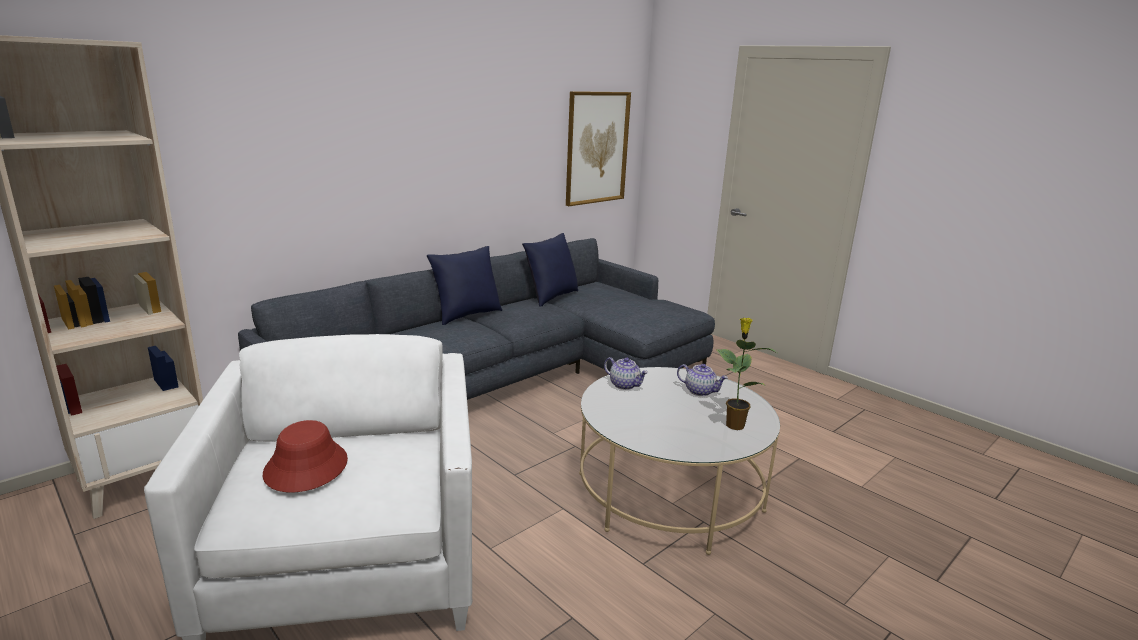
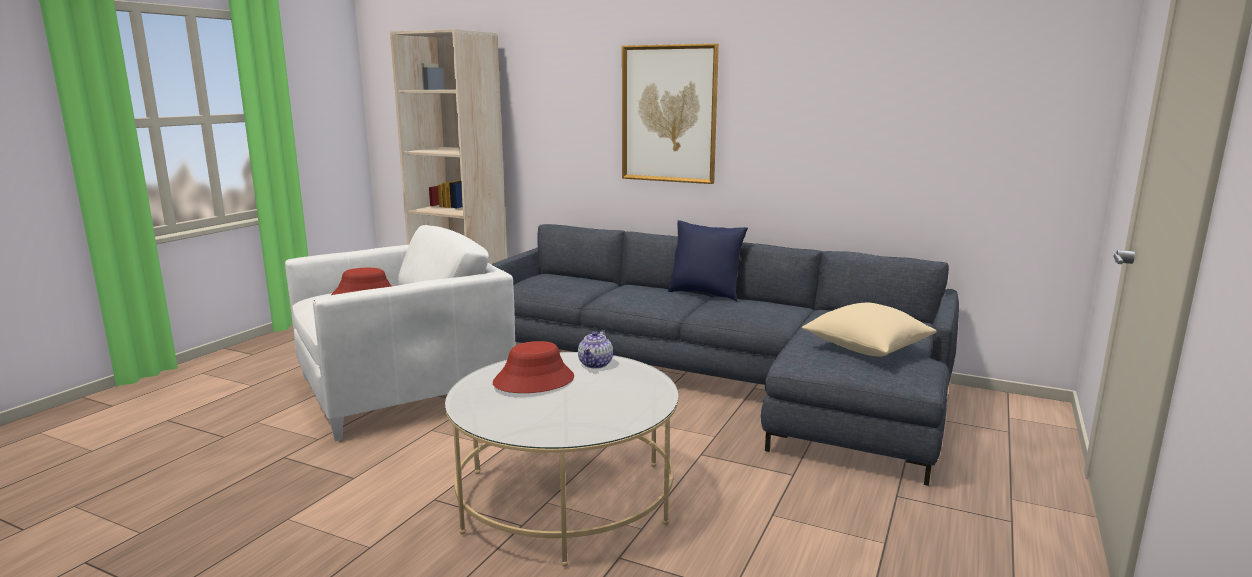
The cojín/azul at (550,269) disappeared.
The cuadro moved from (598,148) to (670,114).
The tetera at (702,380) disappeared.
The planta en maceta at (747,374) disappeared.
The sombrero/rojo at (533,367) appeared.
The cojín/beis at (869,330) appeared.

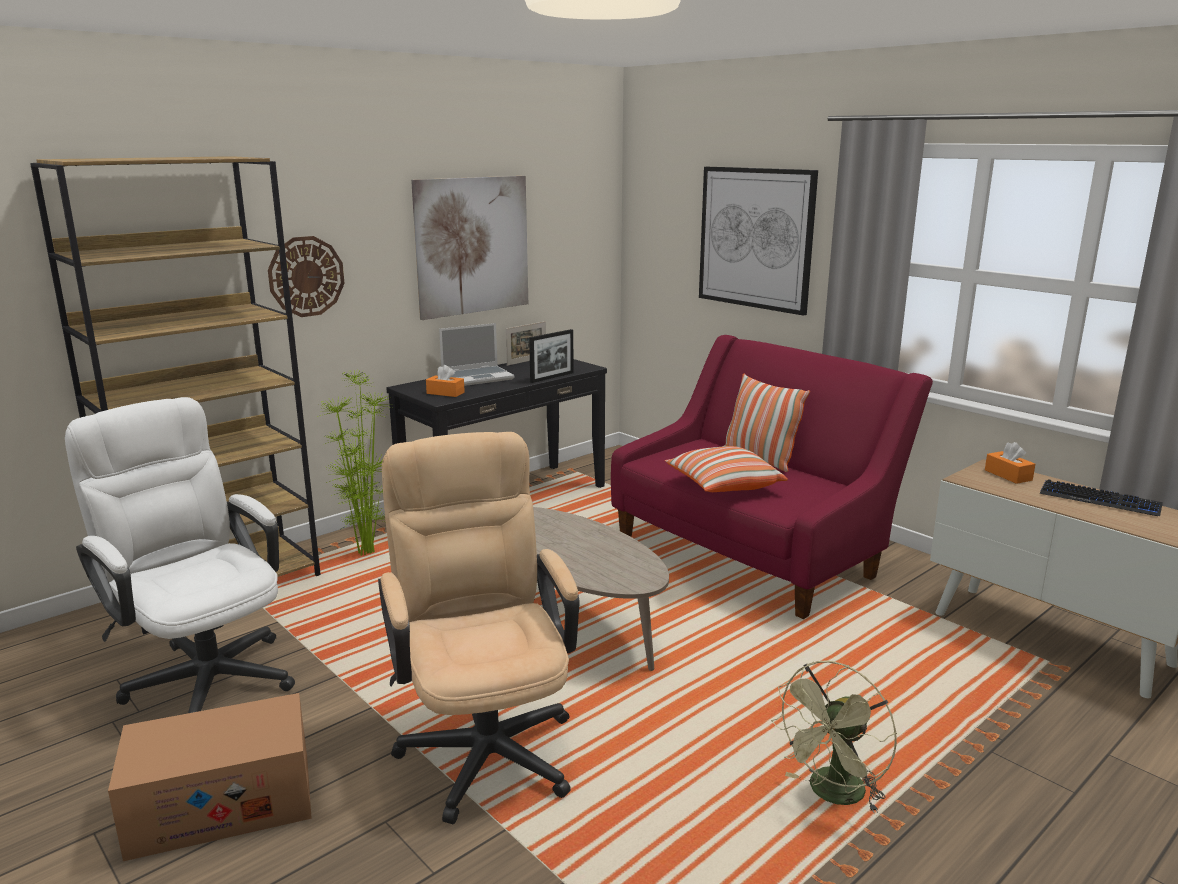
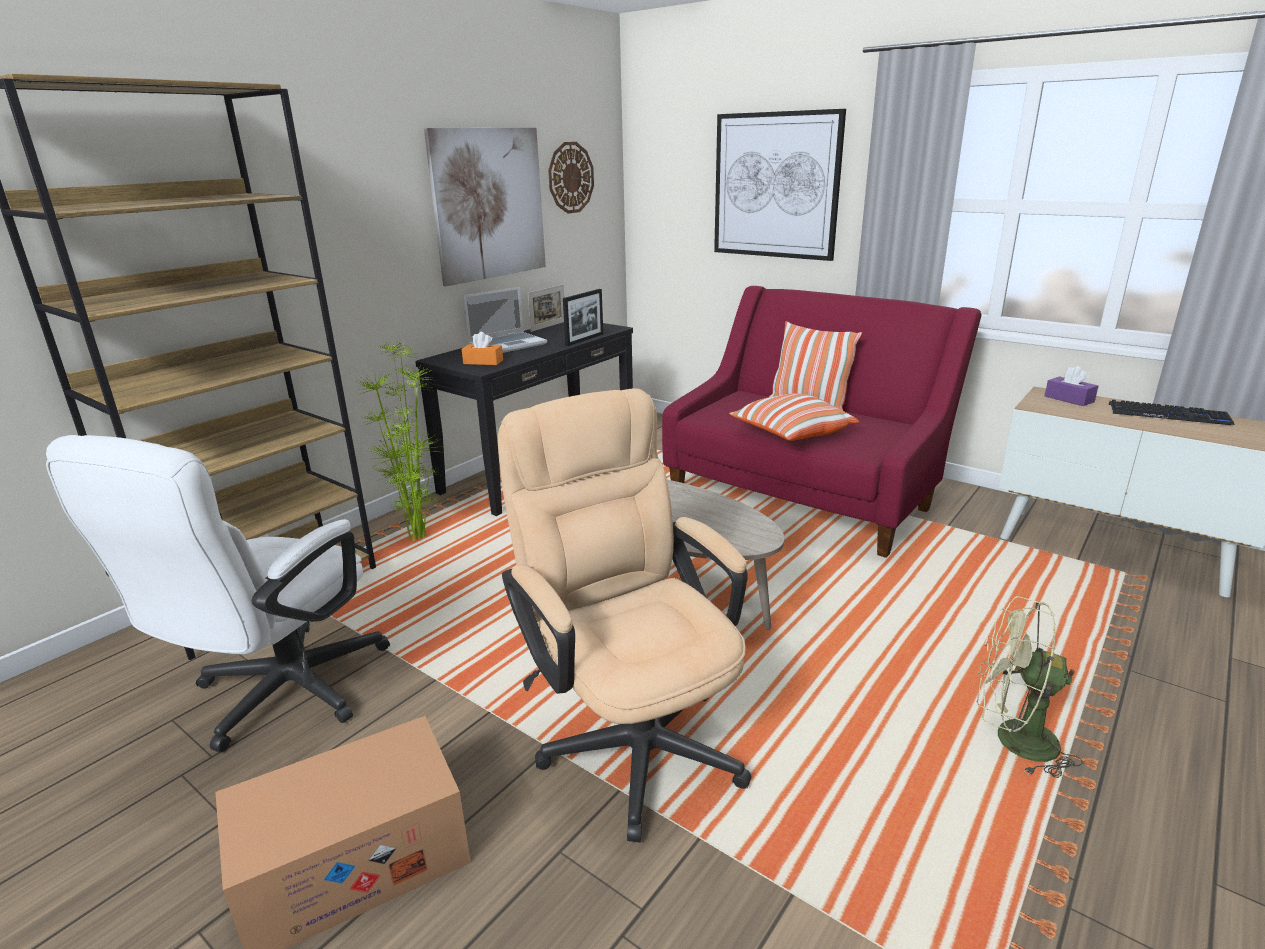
The silla de oficina/blanco at (180,555) turned 105 degrees counterclockwise.
The reloj de pared moved from (306,276) to (571,178).
The ventilador/verde at (834,737) turned 75 degrees clockwise.
The caja de pañuelos/naranja at (1010,463) became the caja de pañuelos/morado at (1071,386).

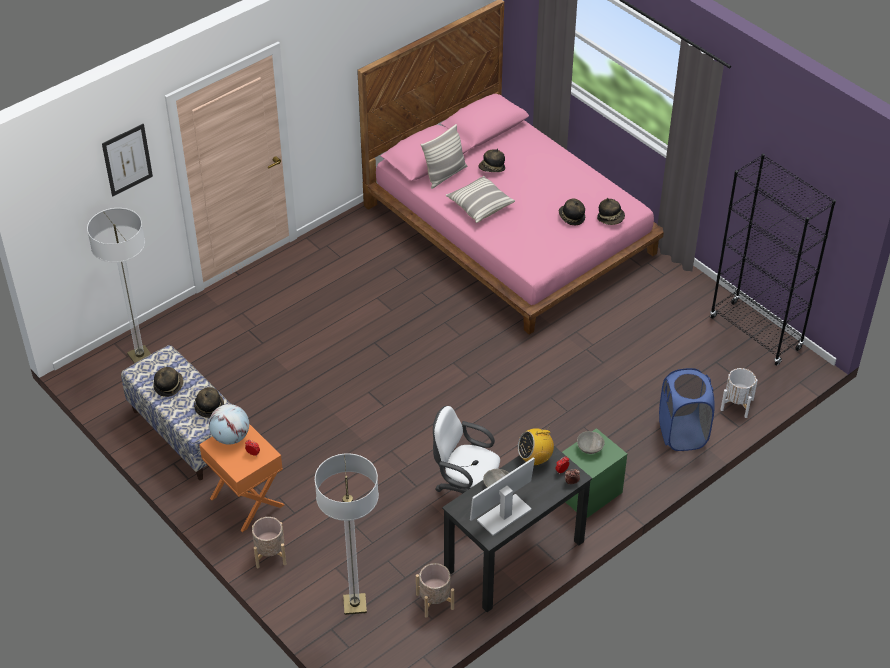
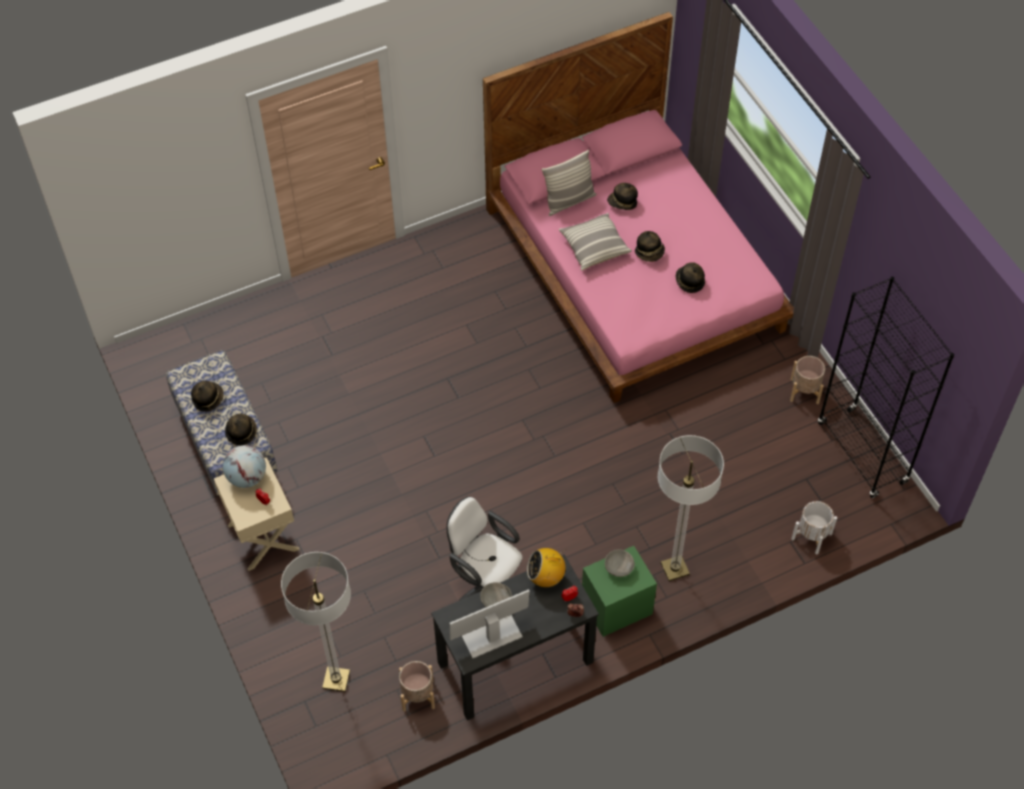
The lámpara de pie moved from (119,286) to (691,508).
The cuadro at (127,160) disappeared.
The mesita de noche/naranja at (241,478) became the mesita de noche/beis at (257,514).
The maceta/beis moved from (269,542) to (807,380).
The sombrero moved from (611,211) to (650,246).
The cesto de la ropa/azul at (686,409) disappeared.

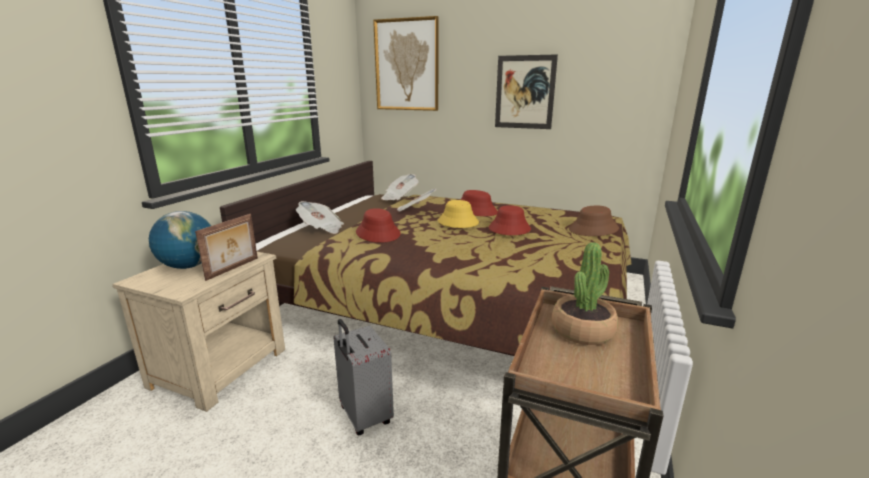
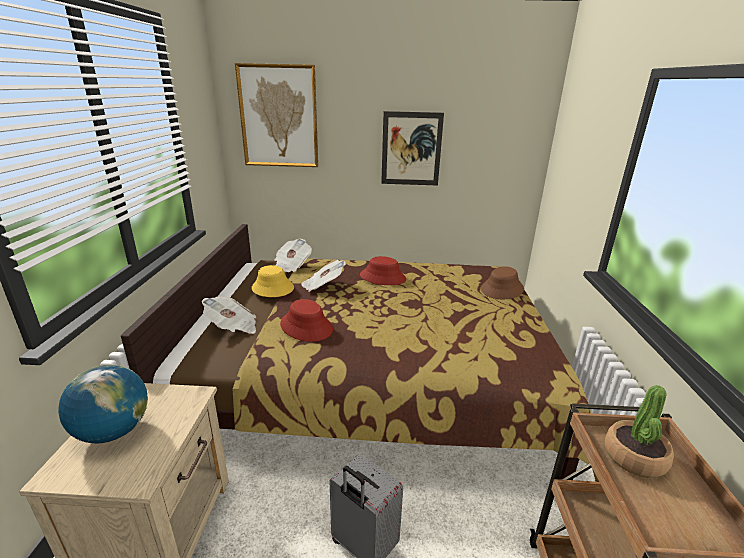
The portarretratos at (226,247) disappeared.
The sombrero/amarillo moved from (458,214) to (272,281).
The sombrero/rojo at (510,220) disappeared.

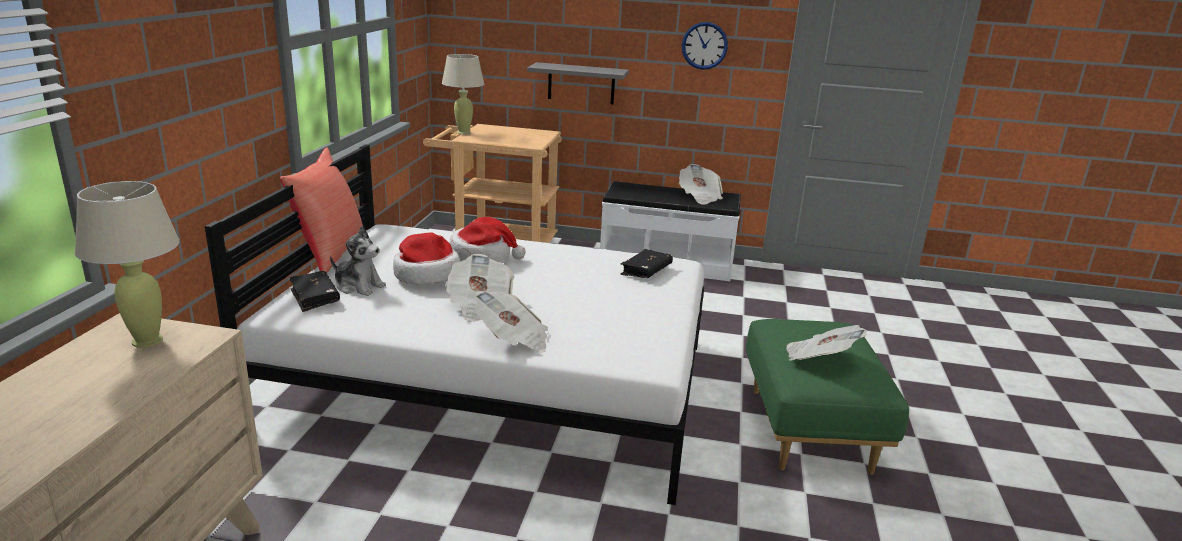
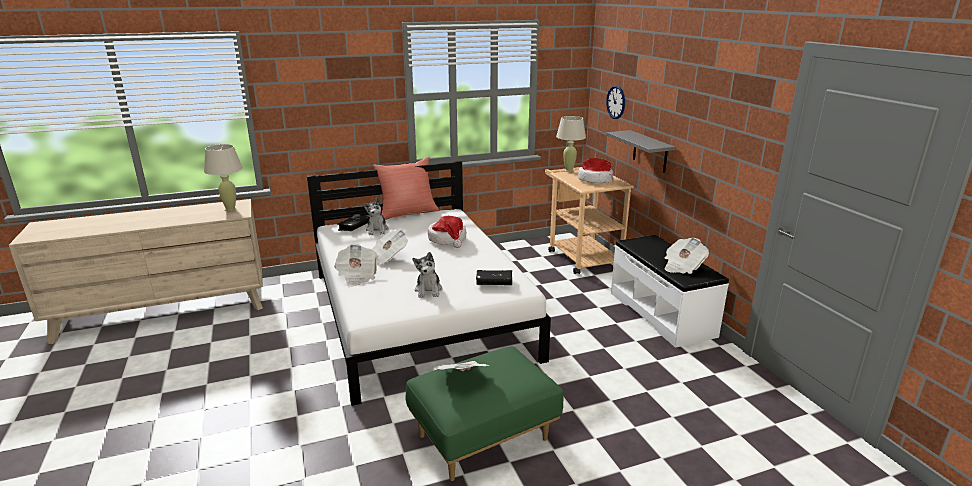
The sombrero moved from (426,258) to (595,170).
The reloj de pared moved from (705,46) to (615,102).
The peluche at (428,275) appeared.

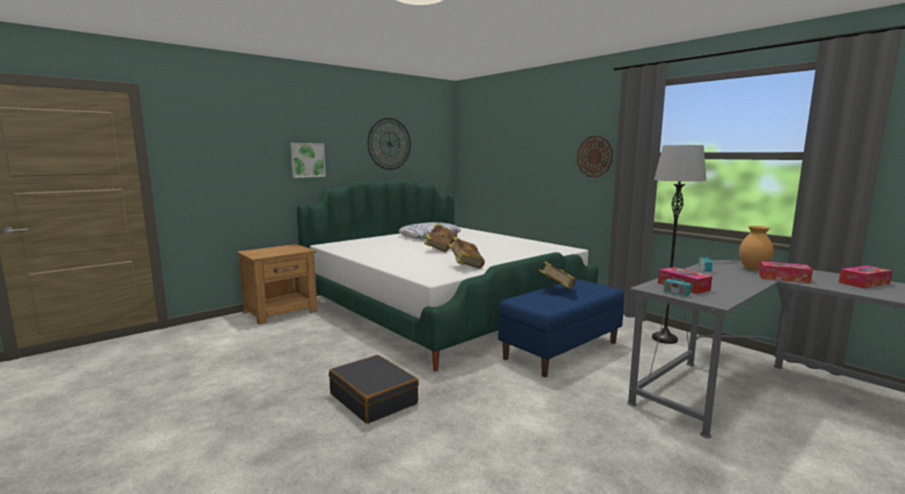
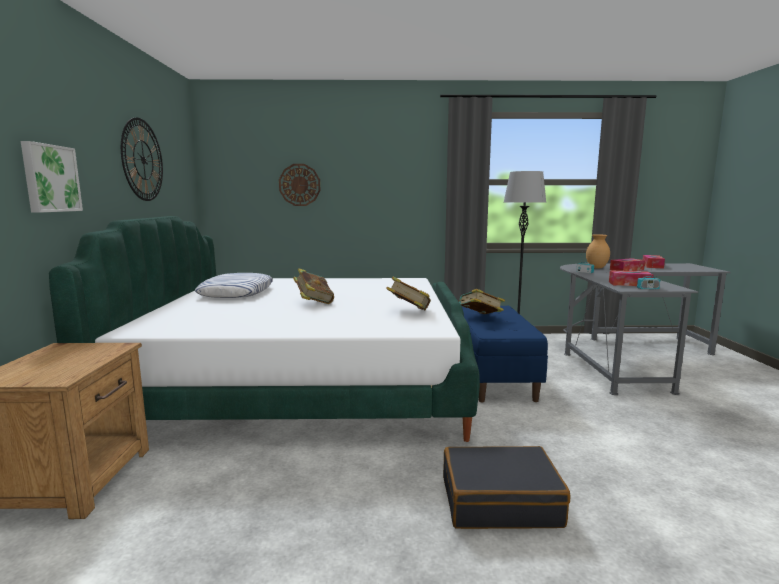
The reloj de pared moved from (595,156) to (299,185).

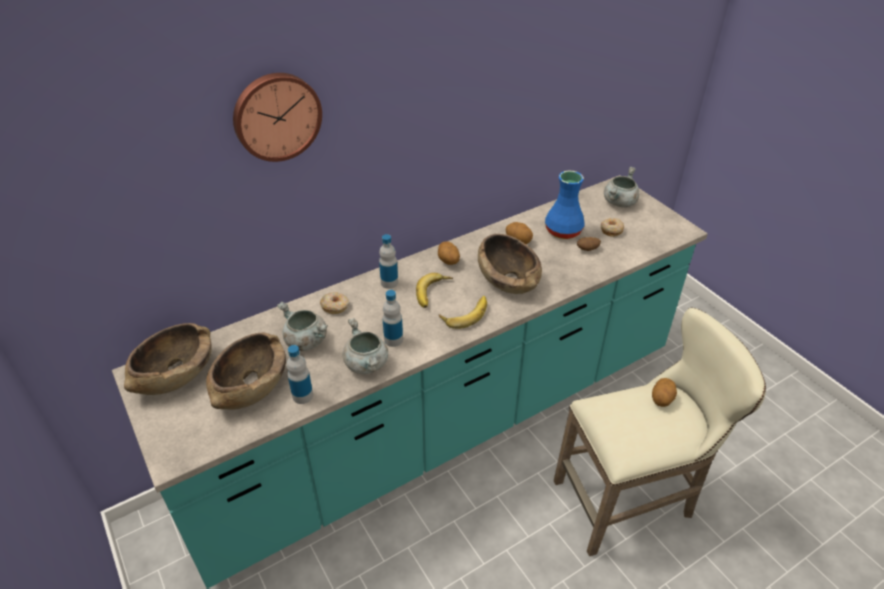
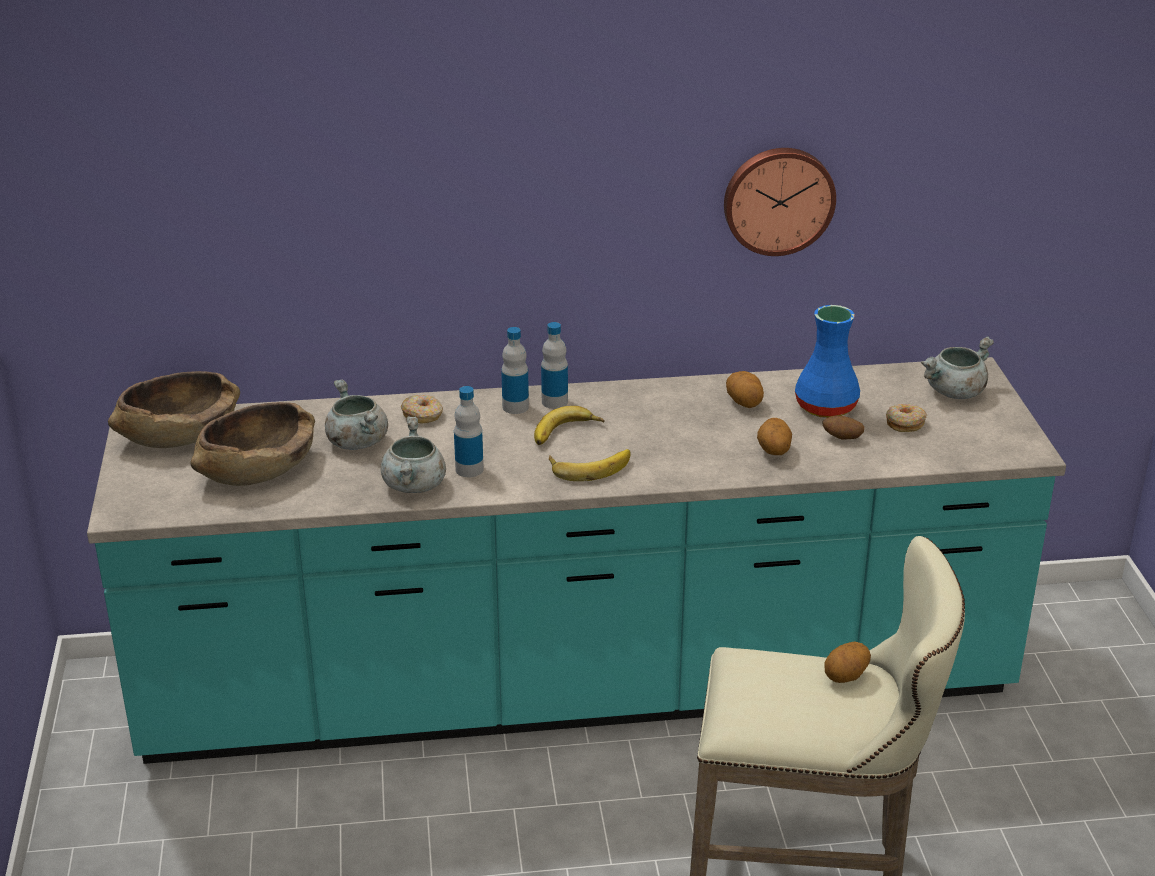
The reloj de pared moved from (277,117) to (780,202).
The botella moved from (300,374) to (554,365).
The patata moved from (449,253) to (774,436).
The cuenco/marrón at (510,264) disappeared.

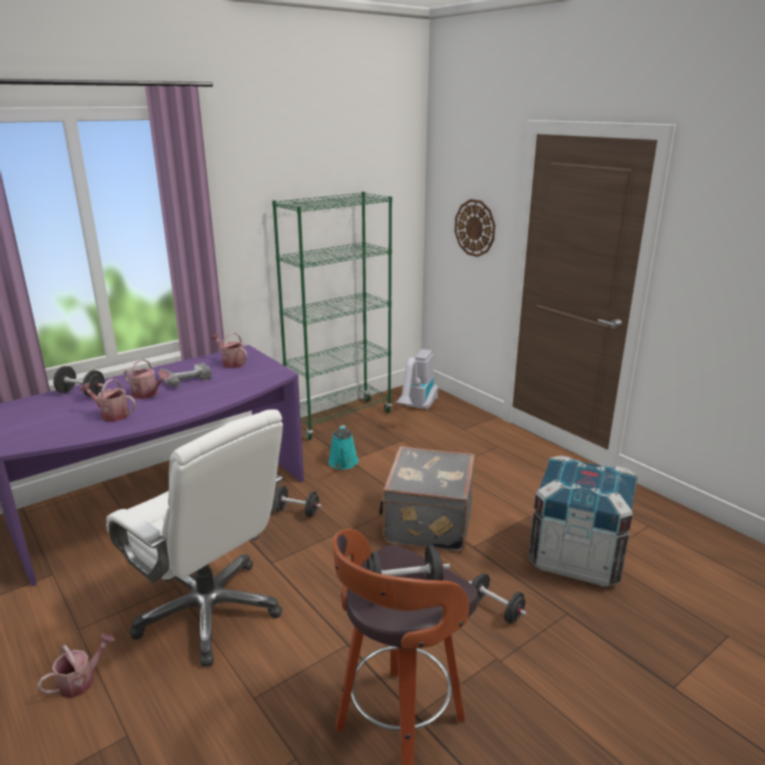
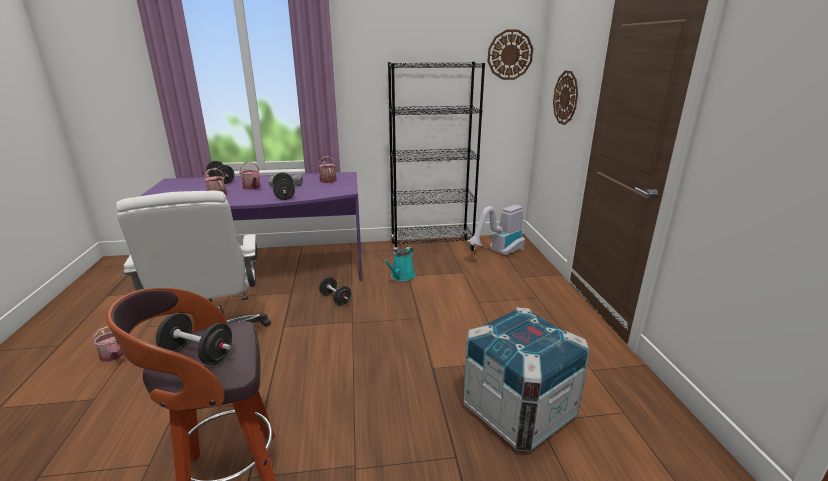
The regadera at (76,665) turned 60 degrees clockwise.
The estantería/verde at (332,316) became the estantería/negro at (436,157).
The maleta/gris at (427,499) disappeared.
The mancuerna/negro moved from (498,598) to (283,186).
The reloj de pared at (510,55) appeared.

